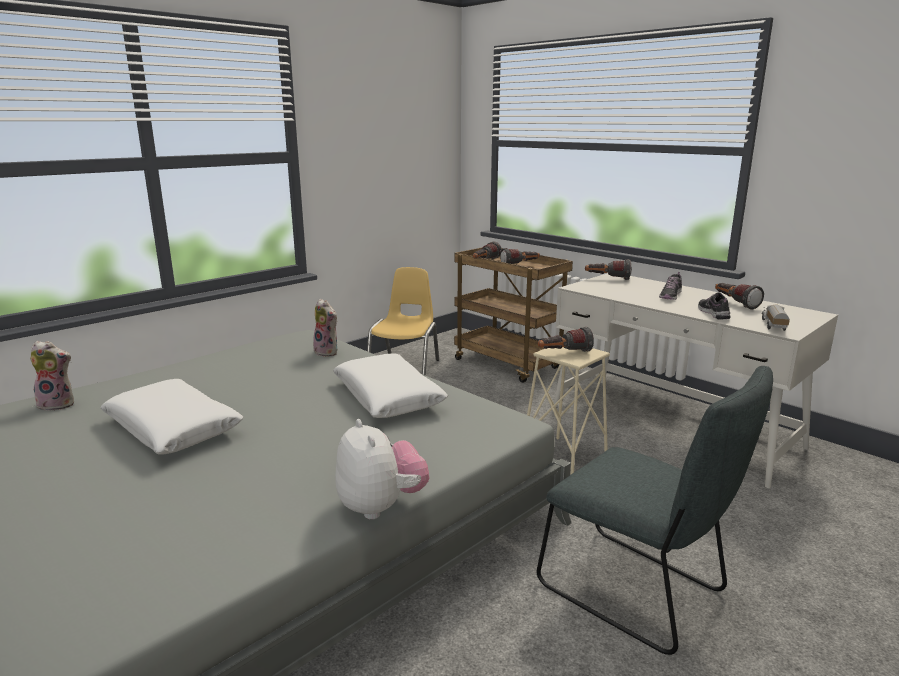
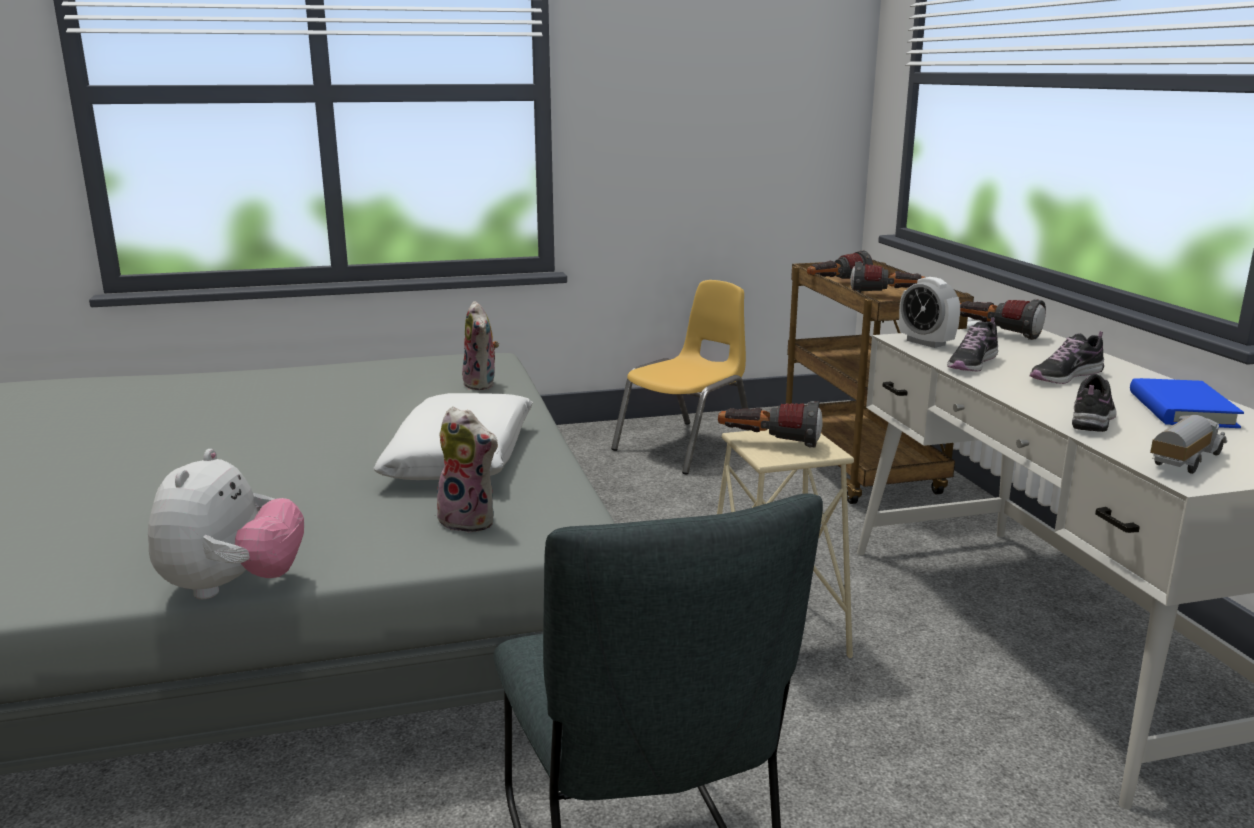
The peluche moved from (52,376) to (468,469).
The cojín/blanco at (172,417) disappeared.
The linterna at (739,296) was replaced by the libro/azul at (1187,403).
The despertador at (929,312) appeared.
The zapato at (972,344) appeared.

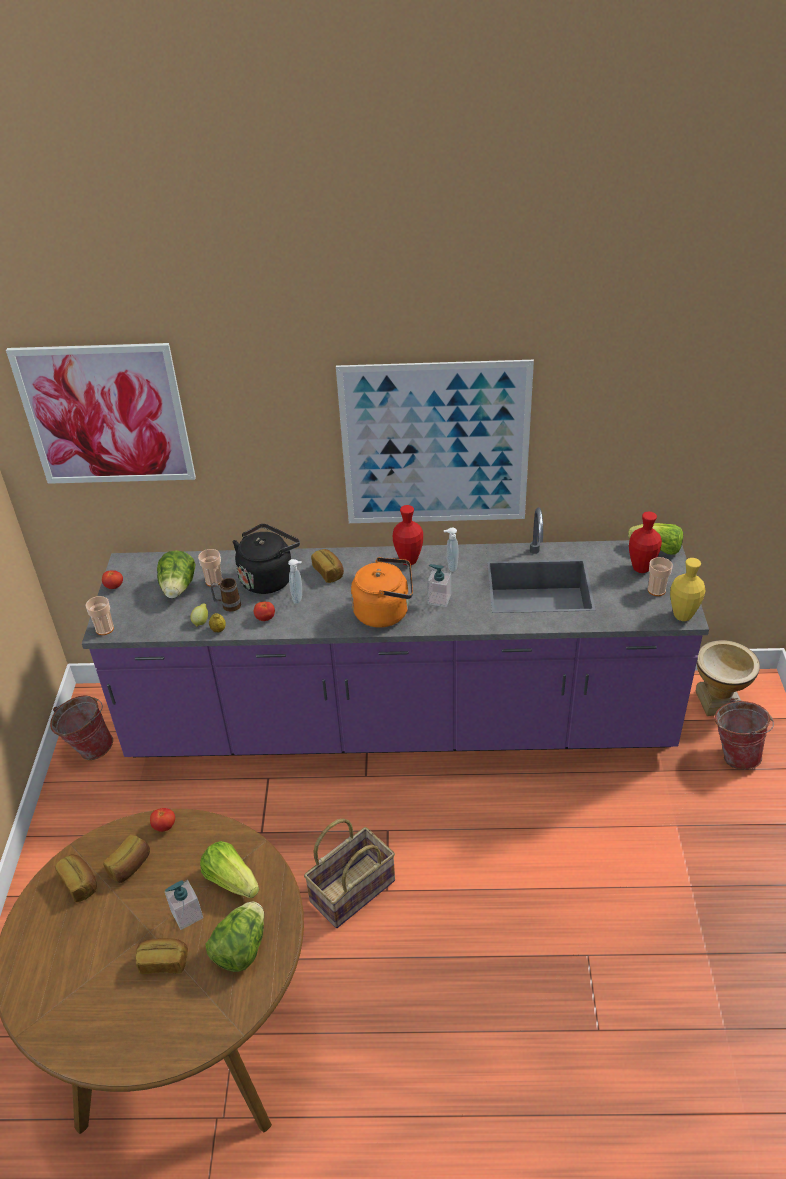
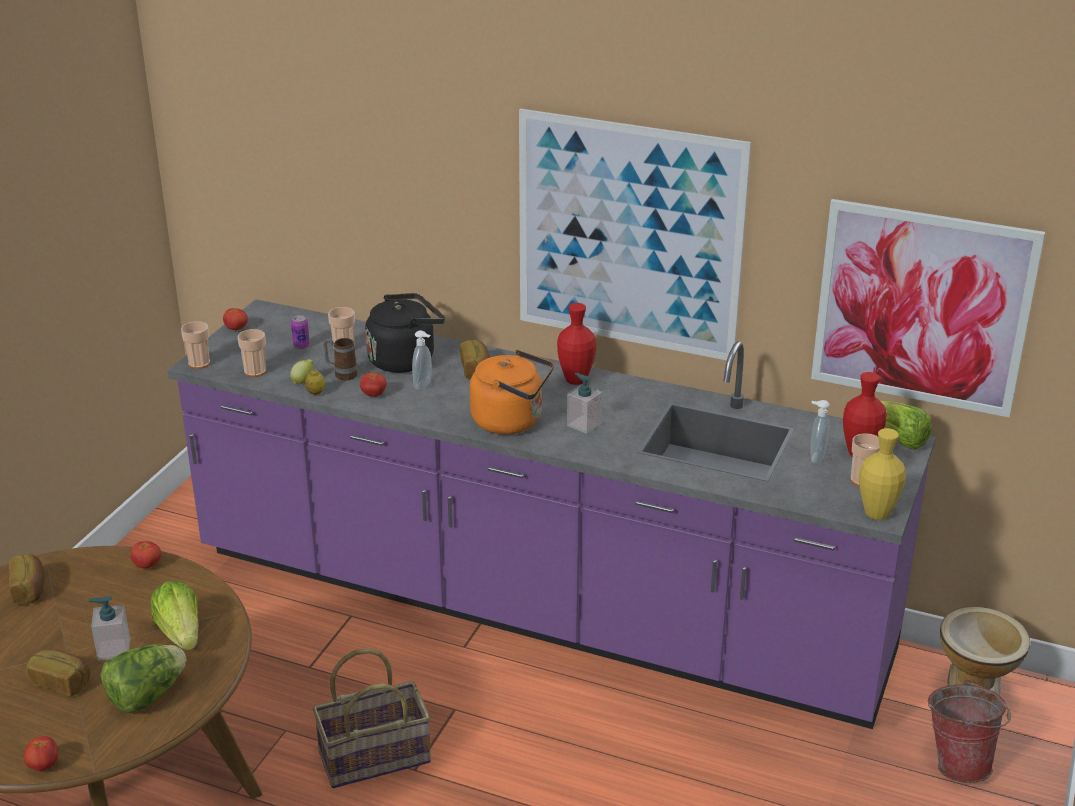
The cuadro moved from (101,413) to (928,308).
The cubo at (81,727) disappeared.
The pan at (126,859) disappeared.
The lechuga at (176,574) was replaced by the lata at (300,332).
The dispensador de jabón moved from (451,550) to (820,432).
The tomate at (41,753) appeared.
The taza at (252,353) appeared.

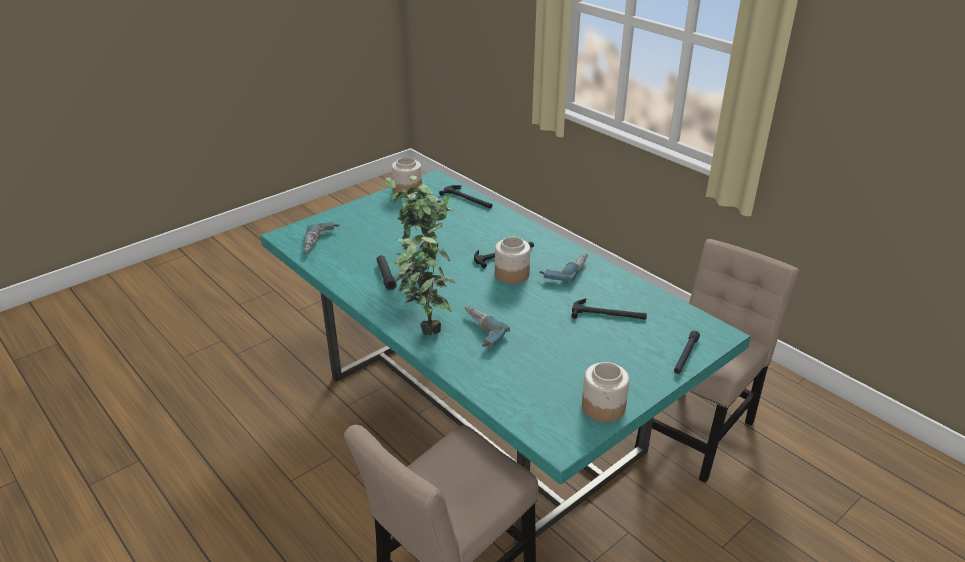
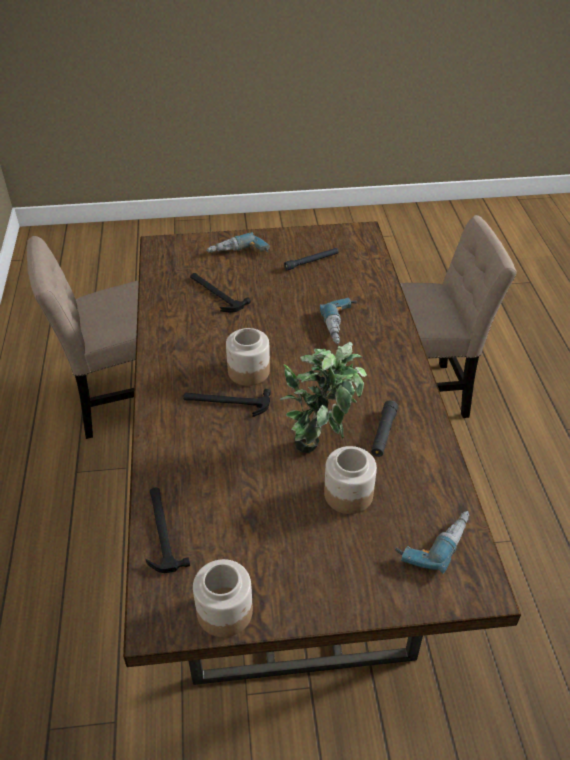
The mesa de comedor/turquesa at (505,357) became the mesa de comedor/marrón at (322,453).
The planta en maceta at (423,280) disappeared.
The taladro moved from (563,267) to (238,242).
The tarro moved from (605,392) to (350,480).
The linterna/negro moved from (687,352) to (311,259).

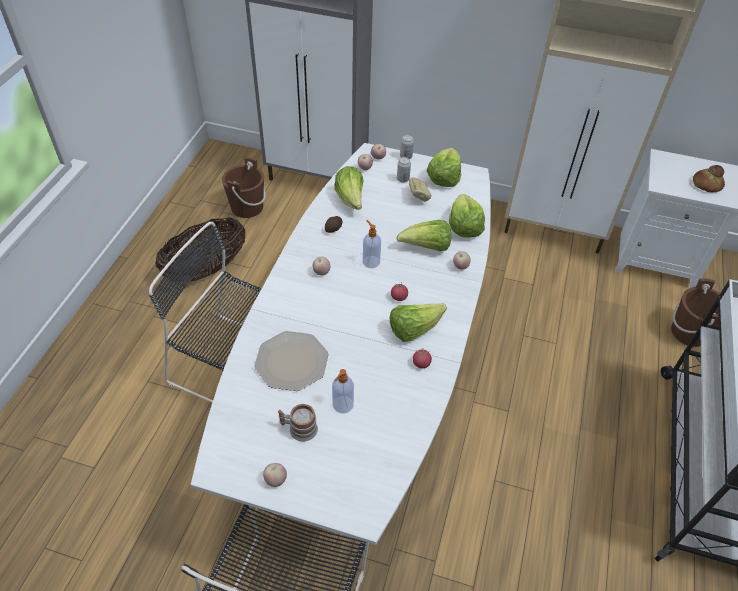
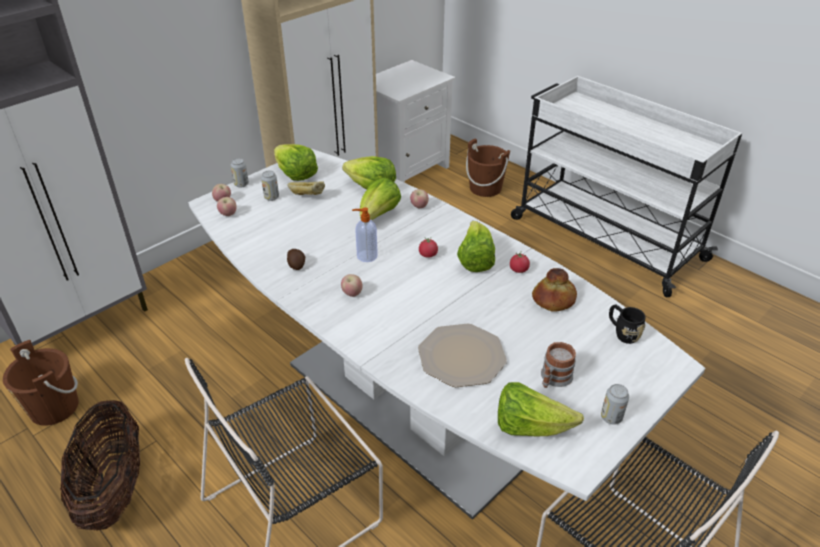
The manzana at (275,475) was replaced by the lata at (615,404).
The dispensador de jabón at (343,391) disappeared.
The lechuga moved from (349,188) to (541,409).
The pan moved from (709,178) to (554,290).
The taza grande/negro at (627,324) appeared.

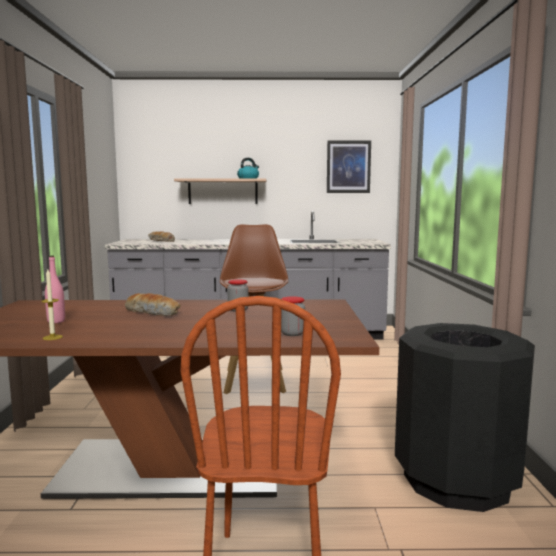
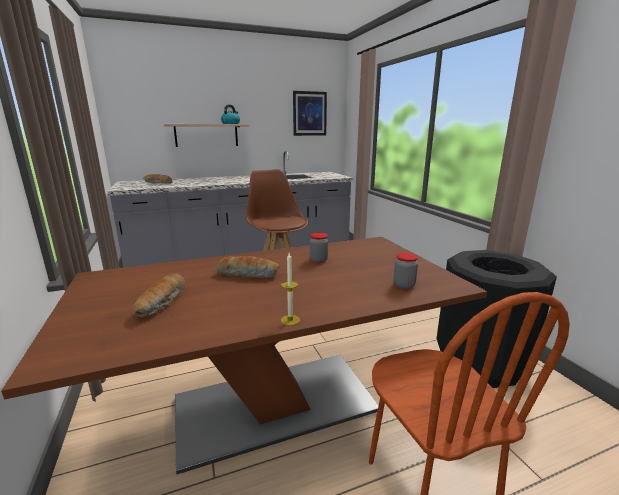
The vela moved from (52,305) to (290,289).
The botella/rosa at (55,289) was replaced by the pan at (159,296).

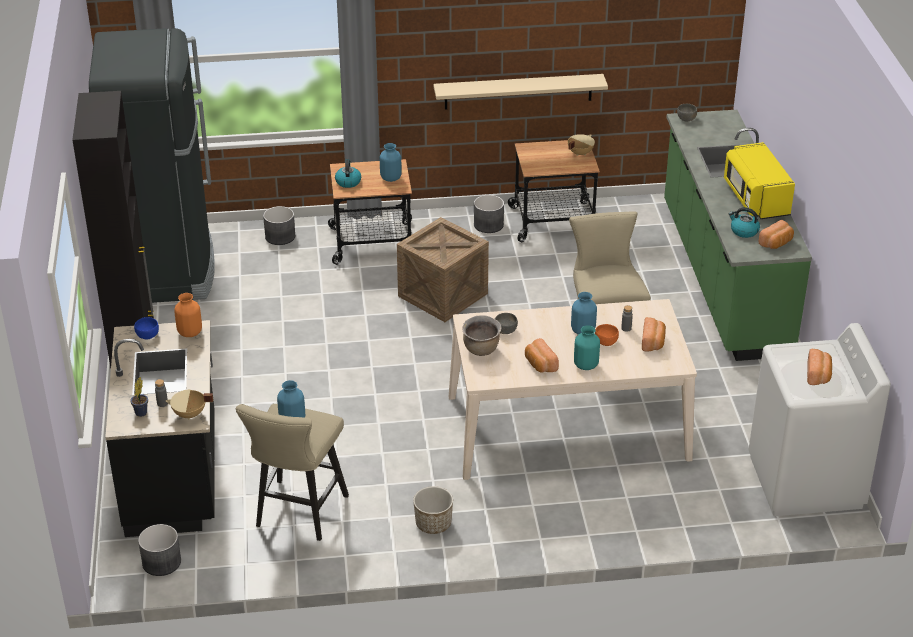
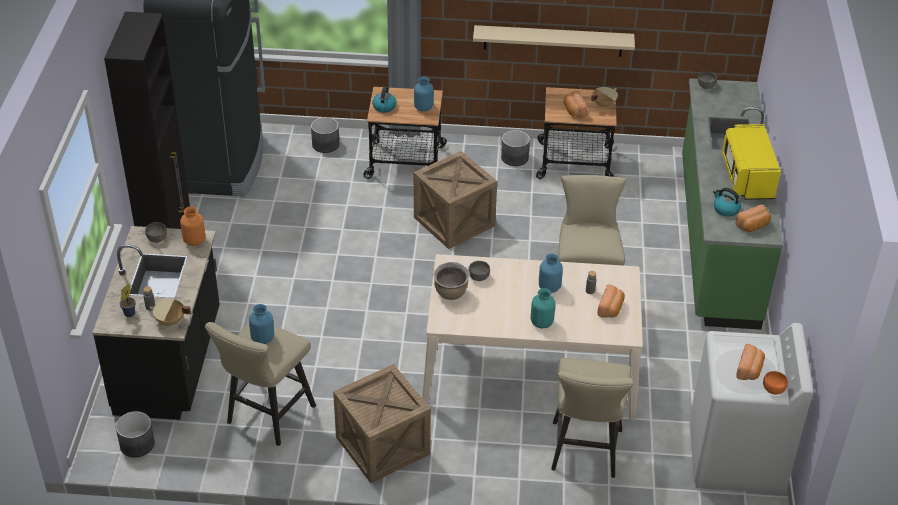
The cuenco/azul at (146,328) became the cuenco/gris at (156,232).
The maceta at (433,510) was replaced by the caja de embalaje at (382,423).
The pan moved from (542,355) to (575,104).
The cuenco/naranja moved from (607,335) to (775,383).
The taburete/beis at (592,418) appeared.

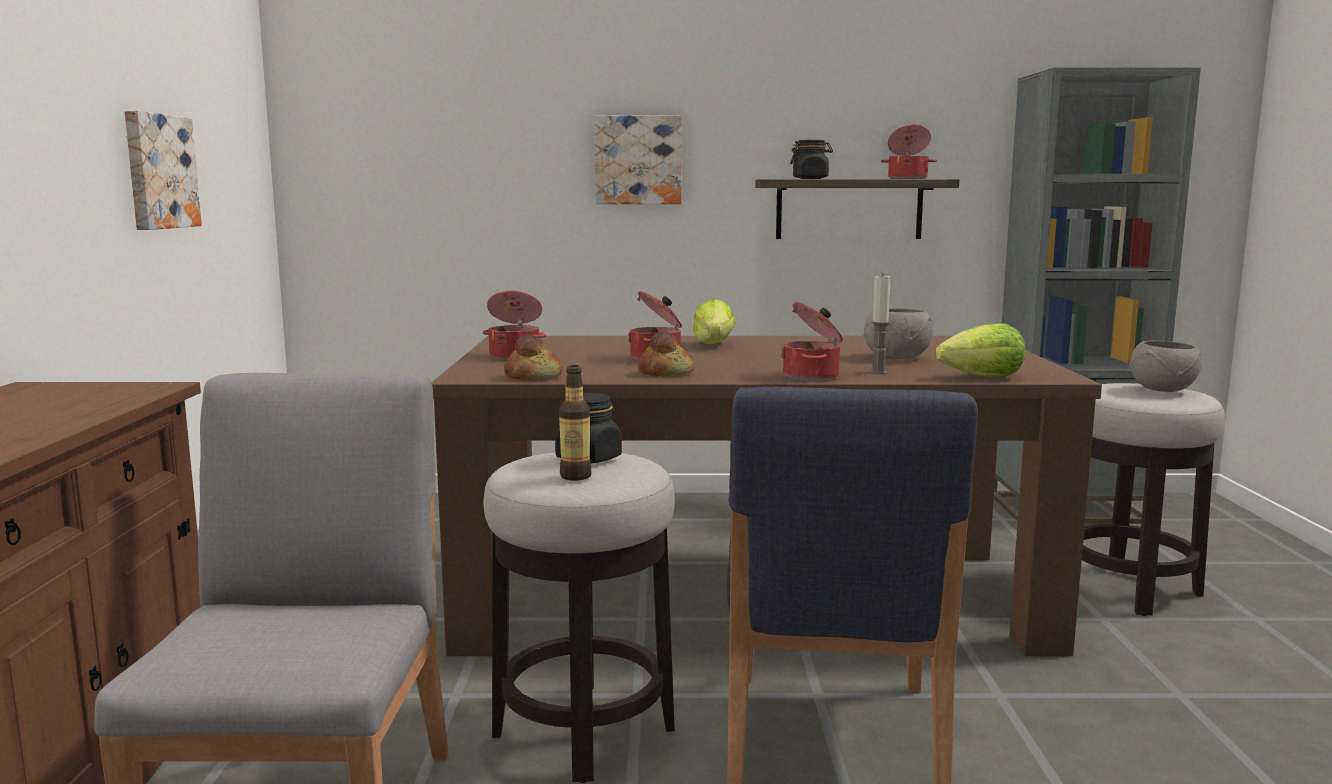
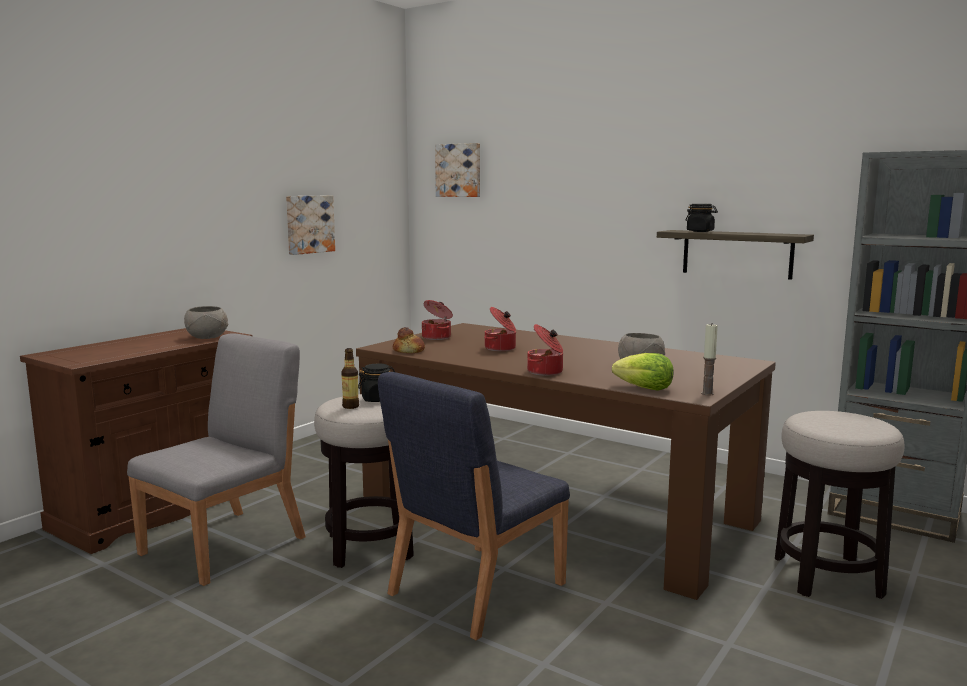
The cuadro moved from (638,160) to (457,170).
The pan at (665,353) disappeared.
The lechuga at (714,321) disappeared.
The vela moved from (880,324) to (709,359).
The olla at (909,151) disappeared.
The cuenco/gris moved from (1165,366) to (206,322).

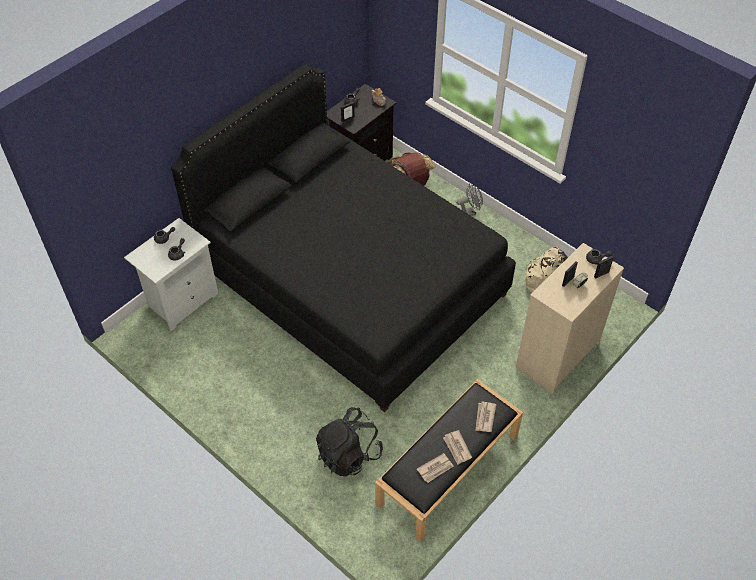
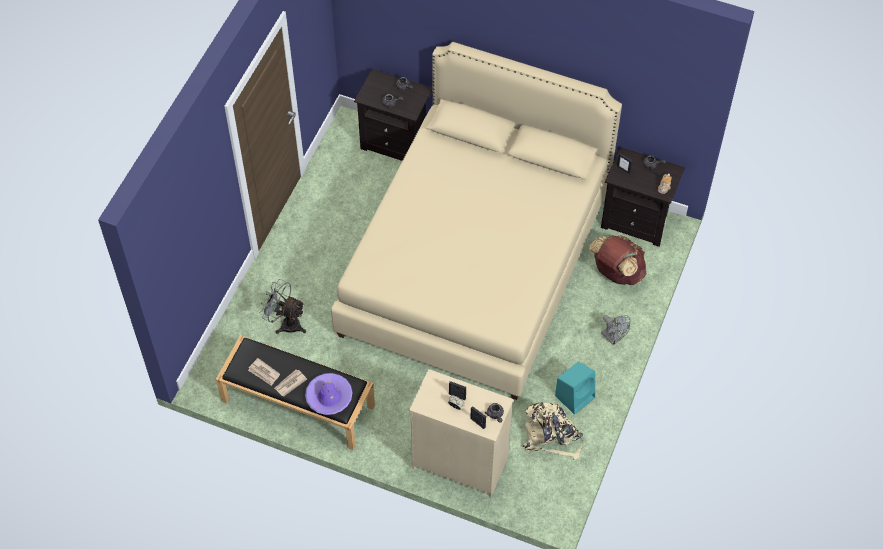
The mesita de noche/blanco at (171,274) became the mesita de noche/negro at (393,115).
The cama/negro at (343,238) became the cama/beis at (476,221).
The mochila/negro at (349,442) was replaced by the ventilador/gris at (283,306).
The periódico at (485,417) was replaced by the sombrero/morado at (329,394).
The altavoz/turquesa at (575,388) appeared.

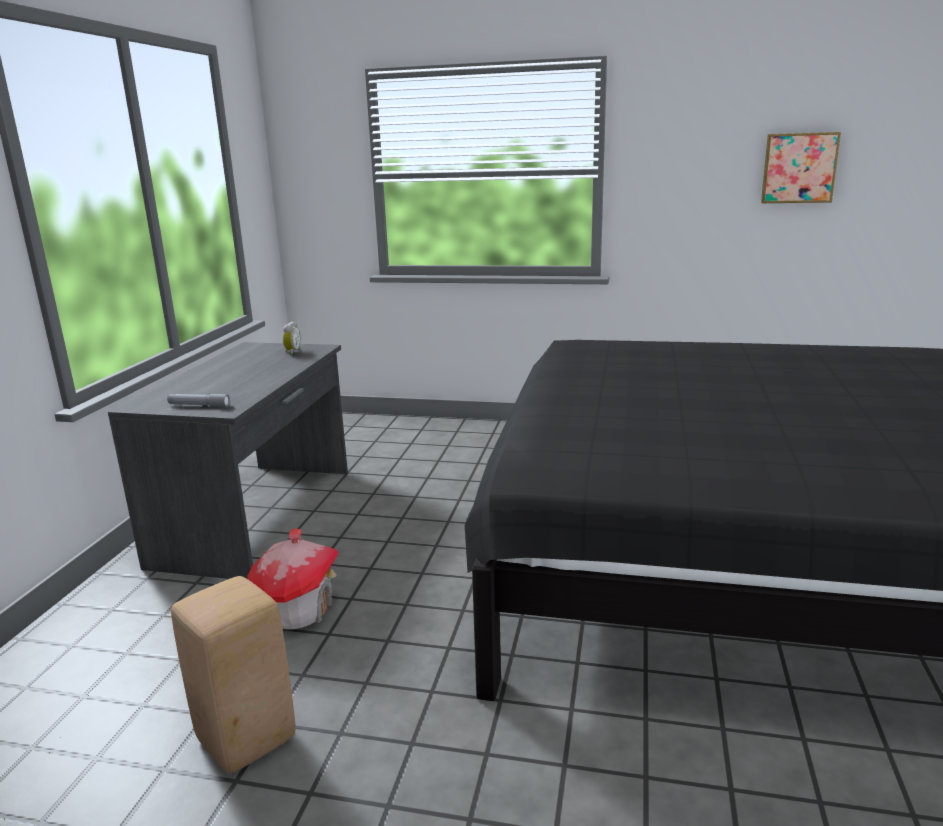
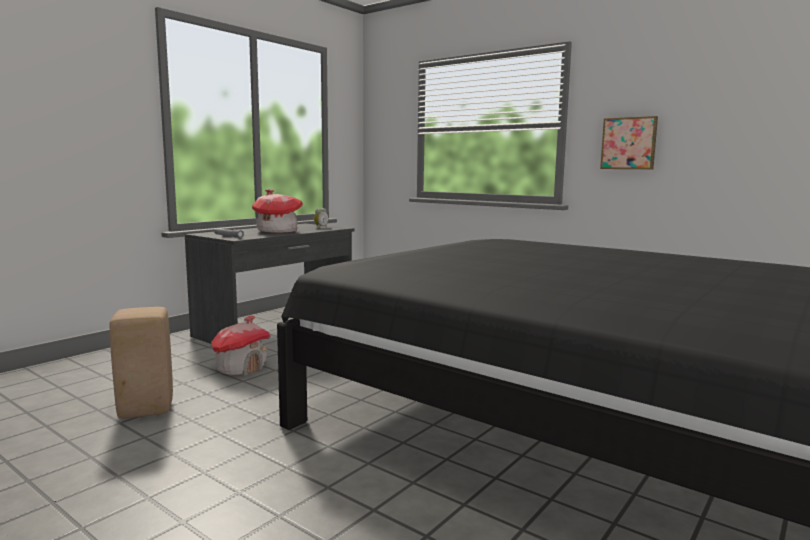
The cuadro moved from (801,167) to (629,142).
The casita at (277,211) appeared.

